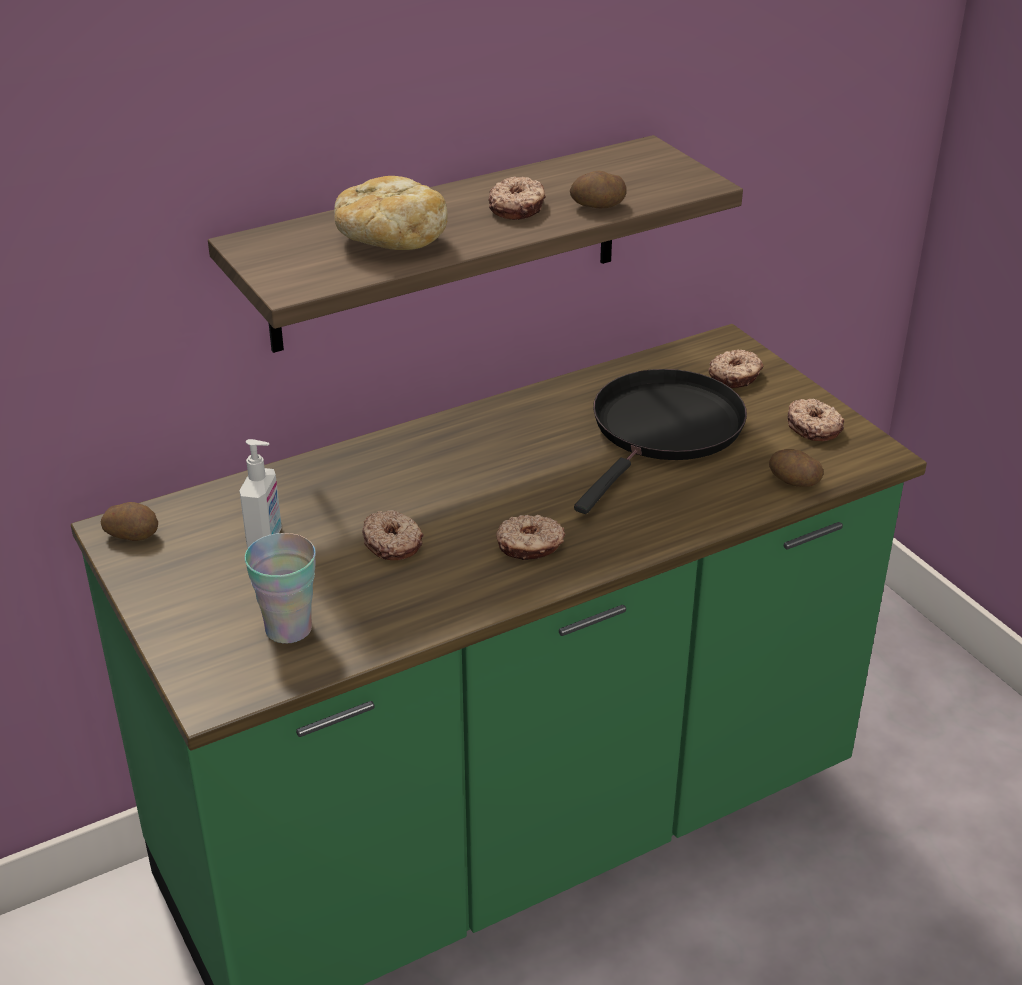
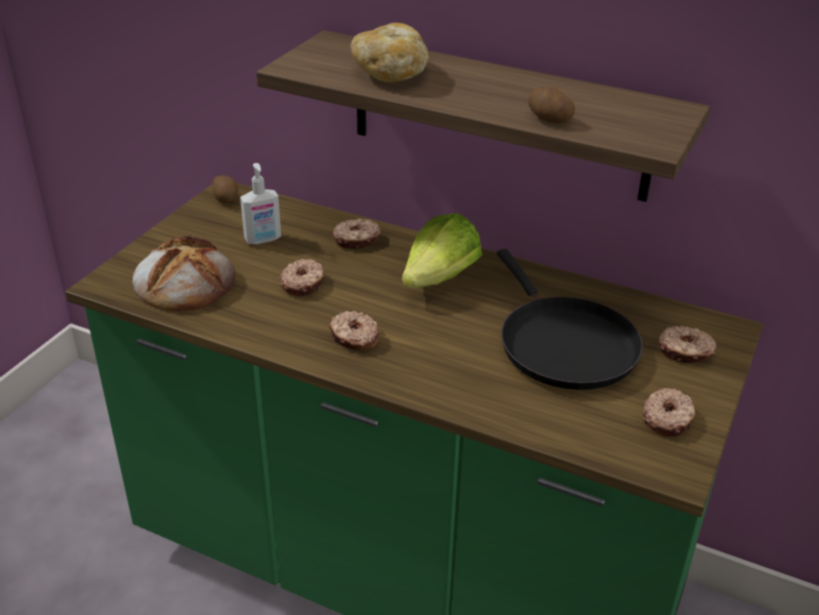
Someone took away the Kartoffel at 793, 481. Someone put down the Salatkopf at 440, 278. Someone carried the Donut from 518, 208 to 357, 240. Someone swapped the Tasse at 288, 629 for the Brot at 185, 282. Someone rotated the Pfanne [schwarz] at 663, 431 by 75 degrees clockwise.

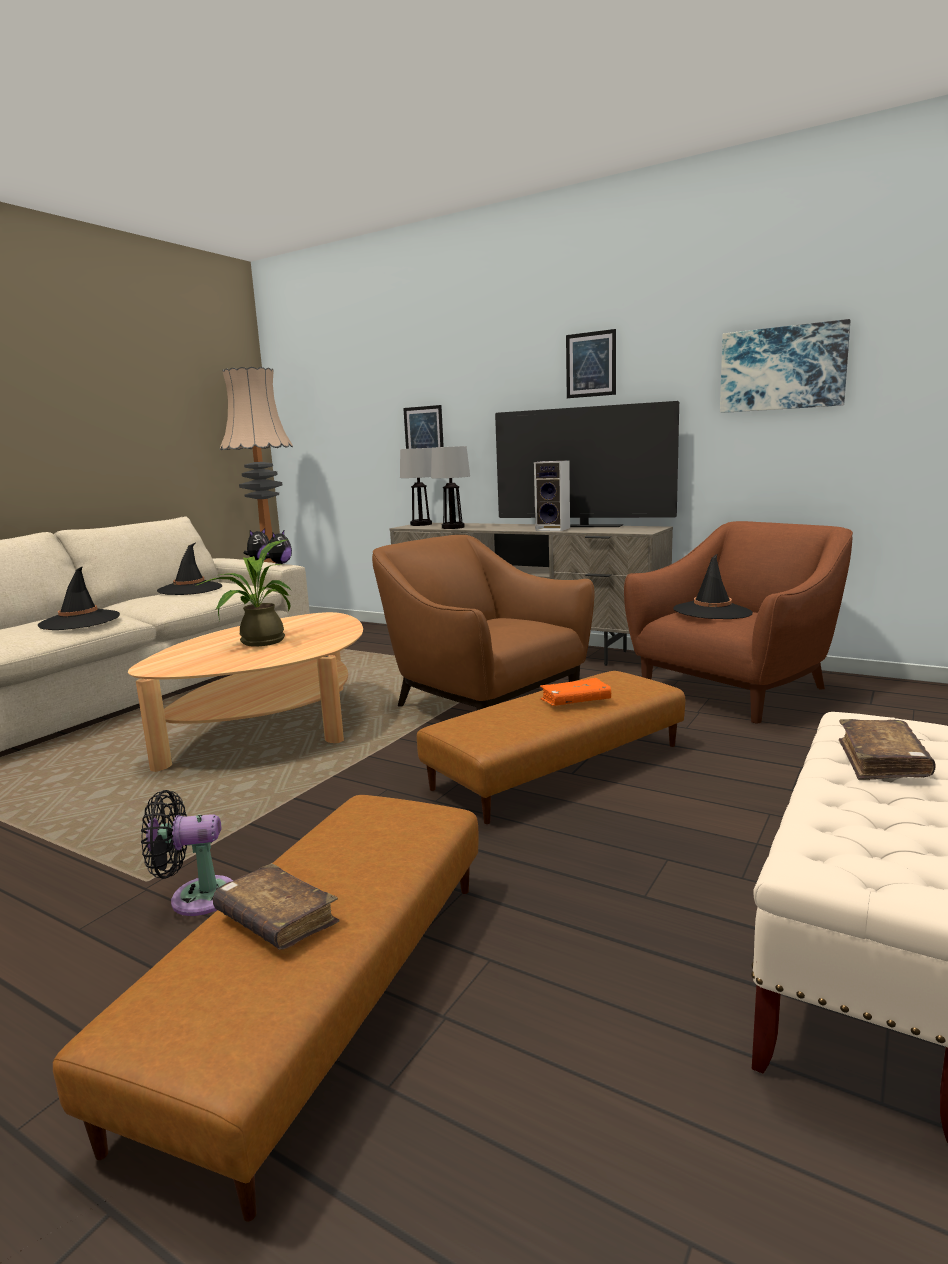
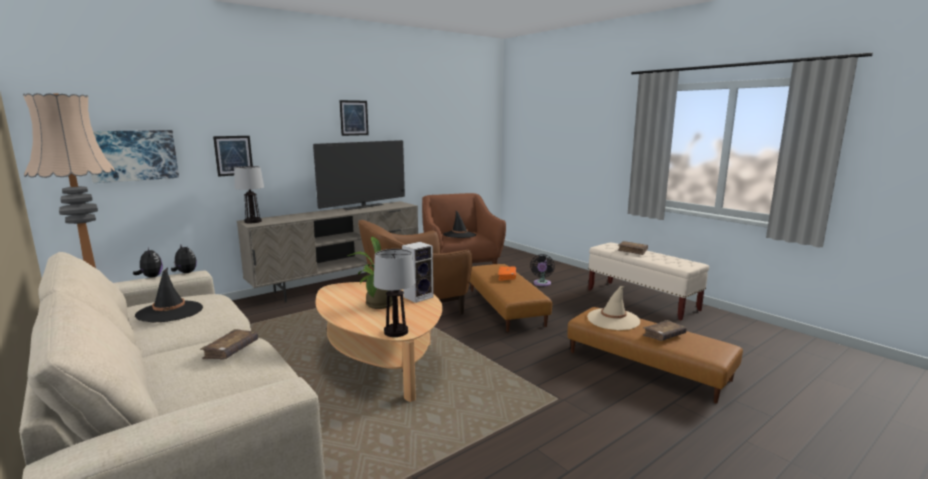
Someone put down the Hut [beige] at 613, 319. Someone carried the Ventilator [schwarz] from 196, 897 to 542, 284. Someone carried the Tischlampe from 453, 527 to 396, 332. Someone carried the Lautsprecher from 554, 529 to 419, 296. Someone carried the Bild from 782, 368 to 133, 155. Someone swapped the Hut [schwarz] at 80, 621 for the Buch [braun] at 231, 350.

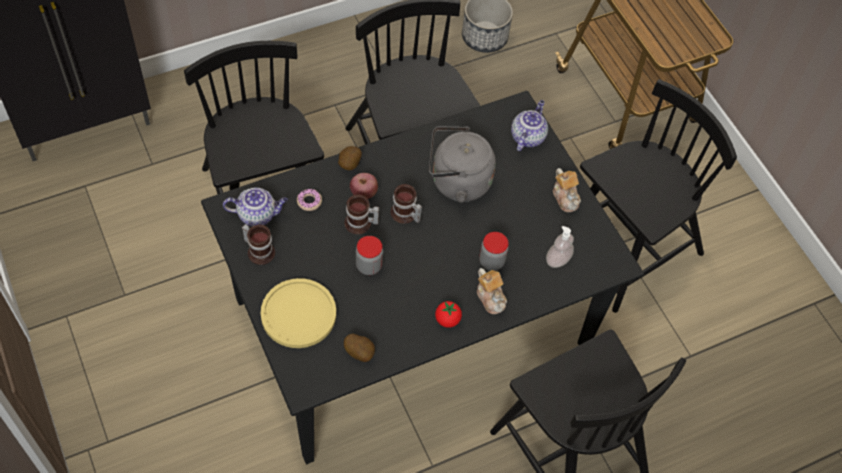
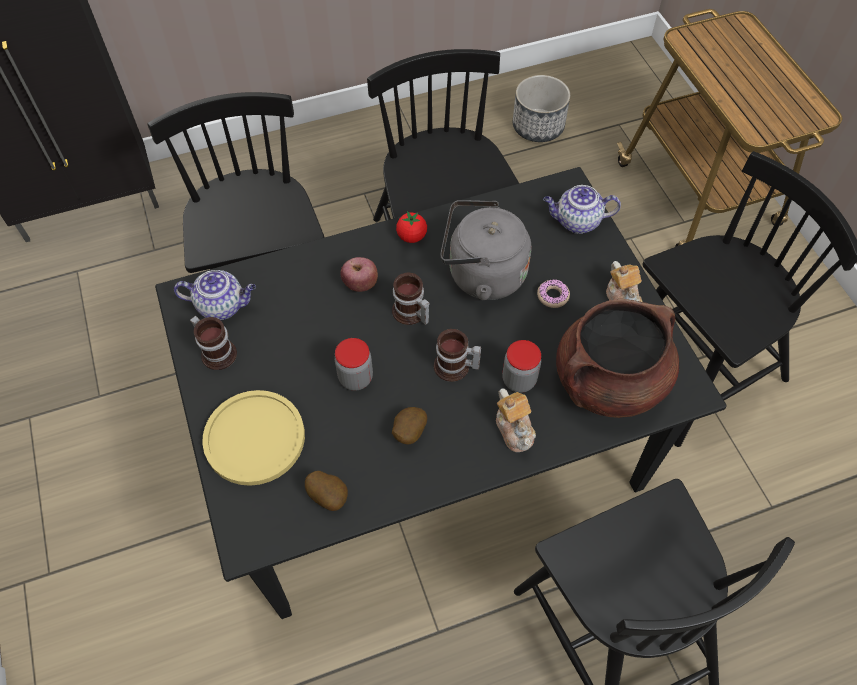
Someone carried the Donut from 309, 201 to 552, 296. Someone carried the Kartoffel from 348, 165 to 408, 432. Someone carried the Henkelbecher from 360, 224 to 455, 368. Someone carried the Tomate from 447, 319 to 411, 236. Someone swapped the Seifenspender at 558, 260 for the Kochtopf [braun] at 608, 382. Someone rotated the Teekanne at 527, 136 by 120 degrees counterclockwise.

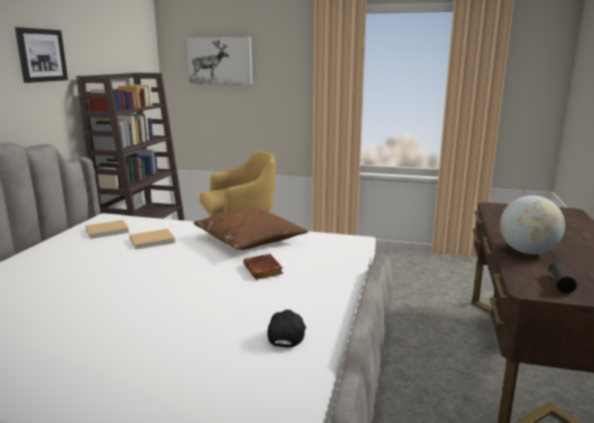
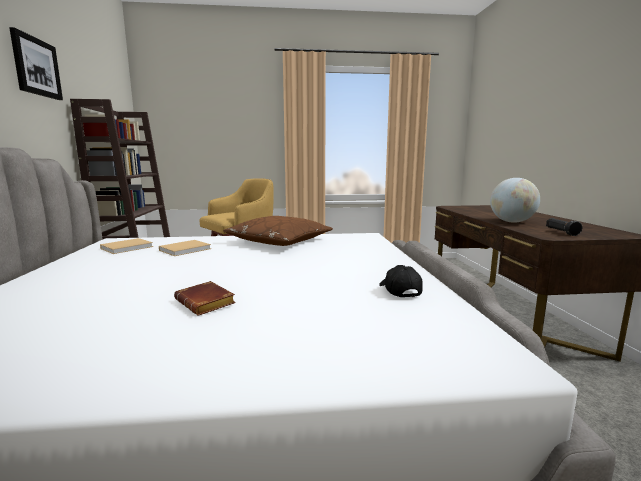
Someone took away the Bild at 220, 61. Someone carried the Buch [braun] from 264, 271 to 207, 303.

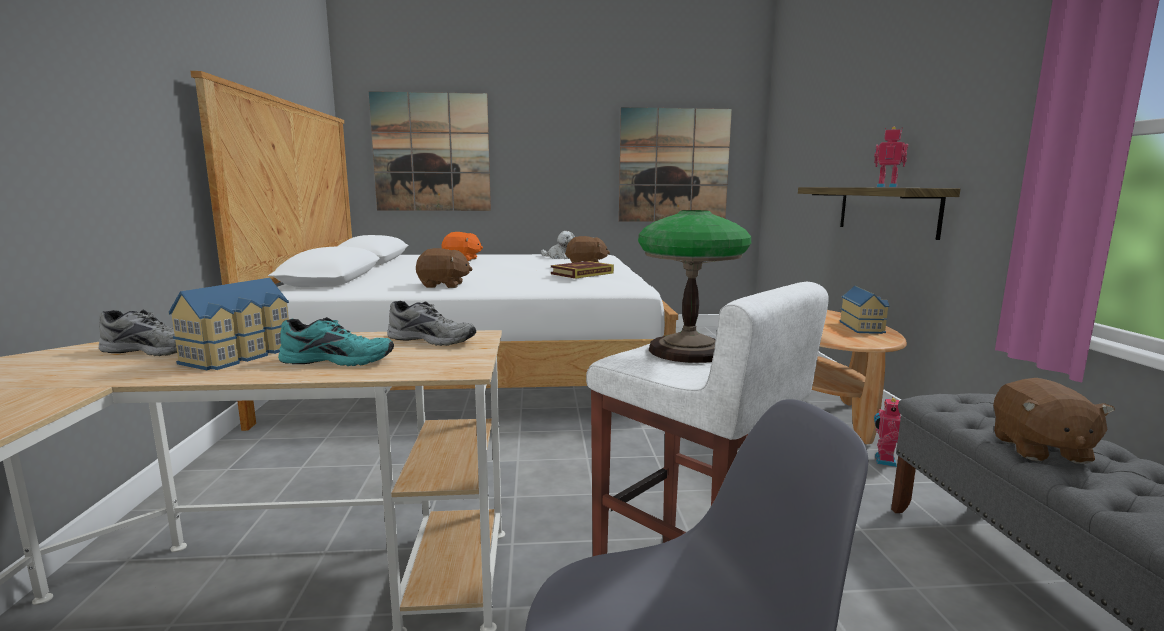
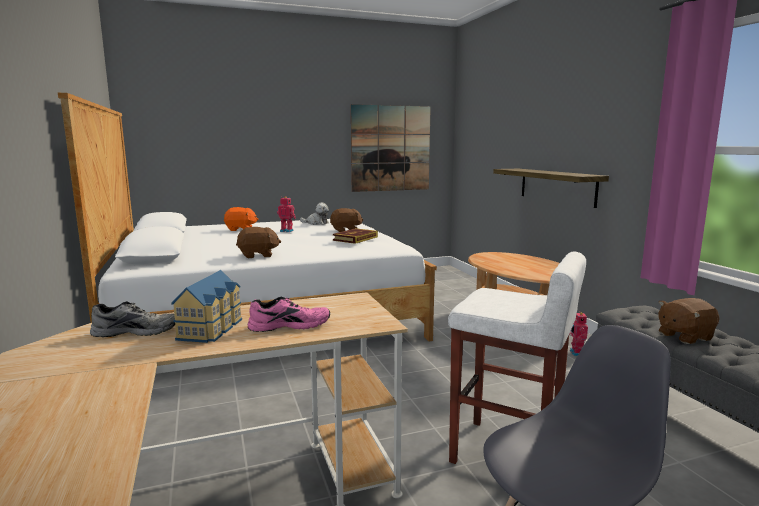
Someone took away the Bild at 431, 152. Someone took away the Schuh [grau] at 433, 339. Someone took away the Tischlampe at 689, 351. Someone took away the Spielzeughaus at 863, 327. Someone carried the Spielzeugroboter from 887, 187 to 287, 231. Someone repainted the Schuh [türkis] at 339, 359, which became the Schuh [rosa] at 289, 325. Someone rotated the Plüschtier [braun] at 1039, 449 by 75 degrees clockwise.

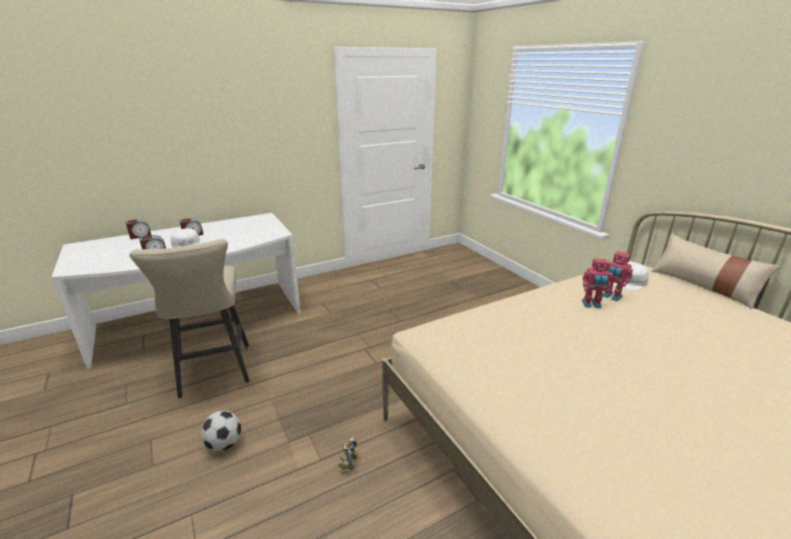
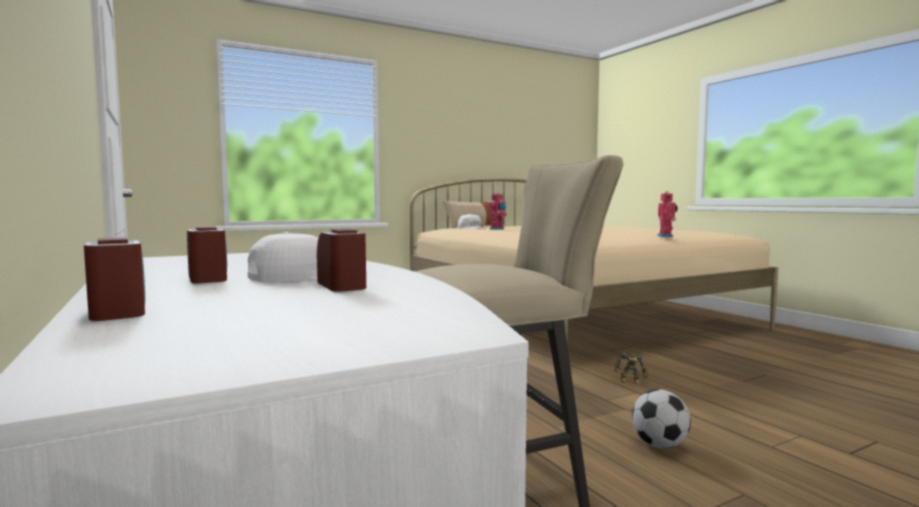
Someone carried the Spielzeugroboter from 591, 305 to 666, 236.

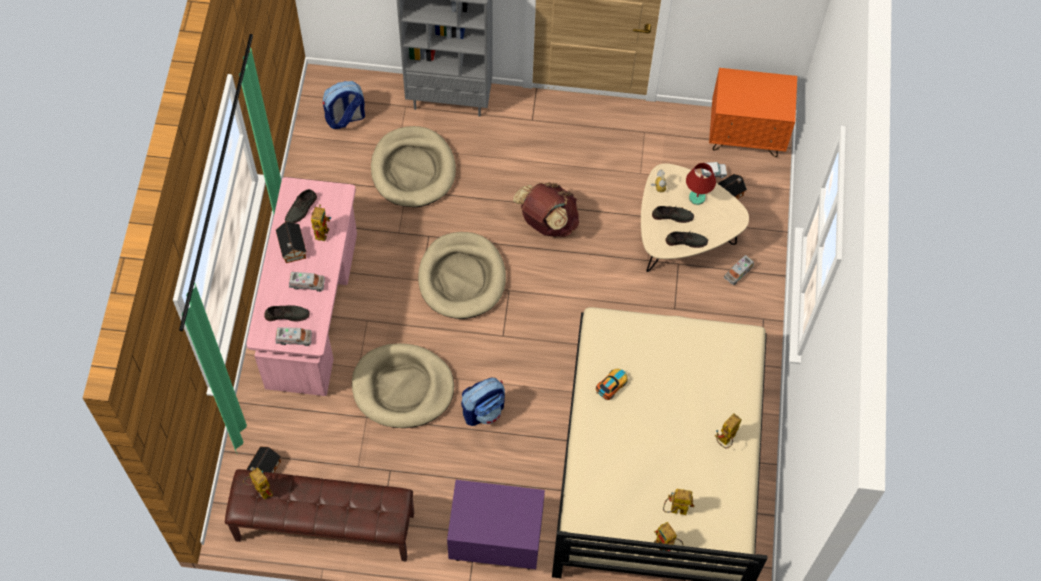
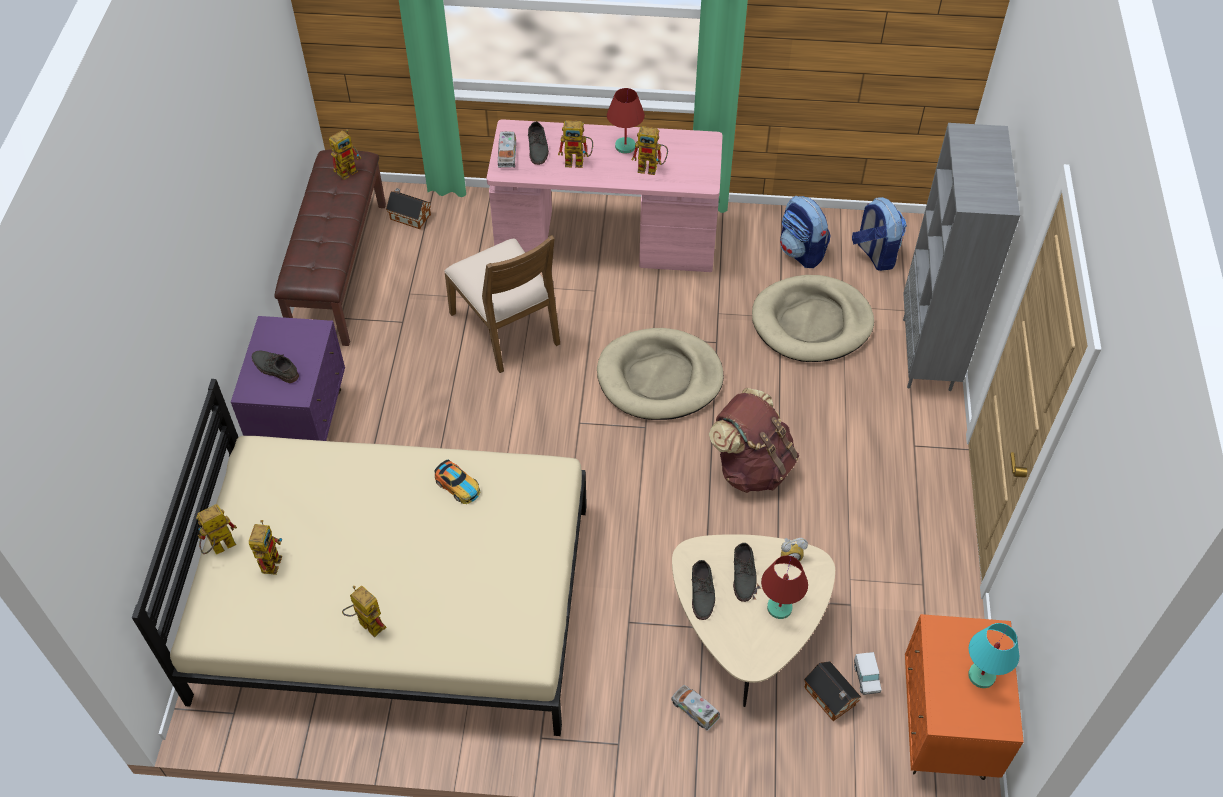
Someone put down the Tischlampe [türkis] at 982, 675. Someone carried the Schuh [grau] from 301, 209 to 275, 368. Someone carried the Rucksack from 483, 410 to 801, 252. Someone swapped the Spielzeughaus at 292, 249 for the Tischlampe [rot] at 624, 146. Someone swapped the Spielzeuglaster at 307, 284 for the Spielzeugroboter at 578, 161. Someone swapped the Hundebett [beige] at 403, 388 for the Stuhl [braun] at 507, 328.

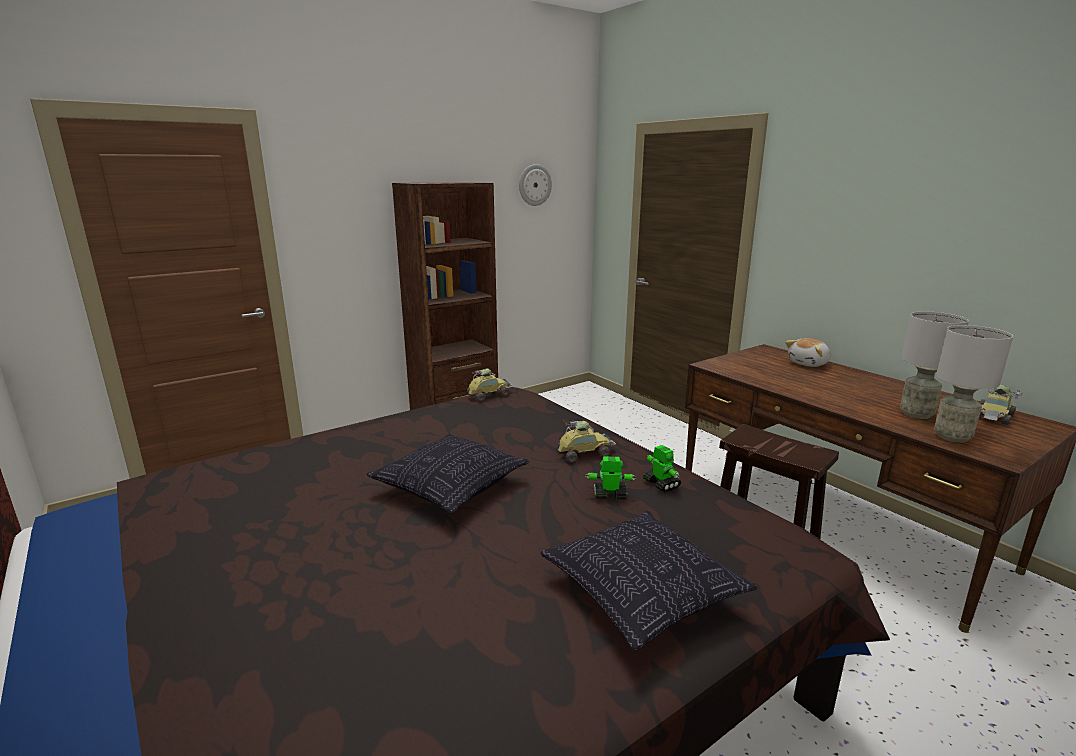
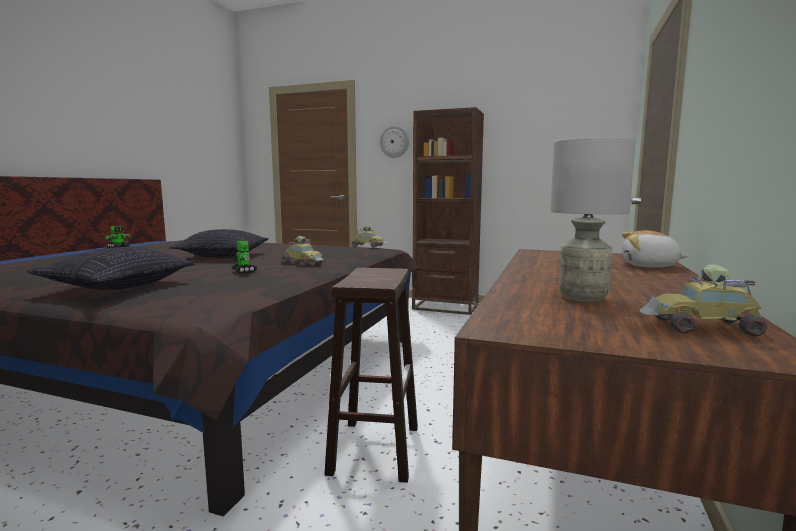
Someone took away the Tischlampe [grau] at 952, 437. Someone carried the Wanduhr from 534, 185 to 394, 141. Someone carried the Spielzeugroboter from 661, 484 to 119, 247.

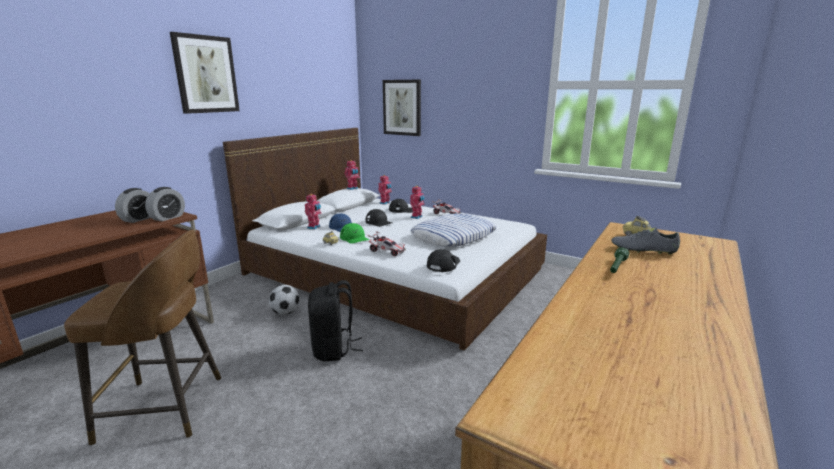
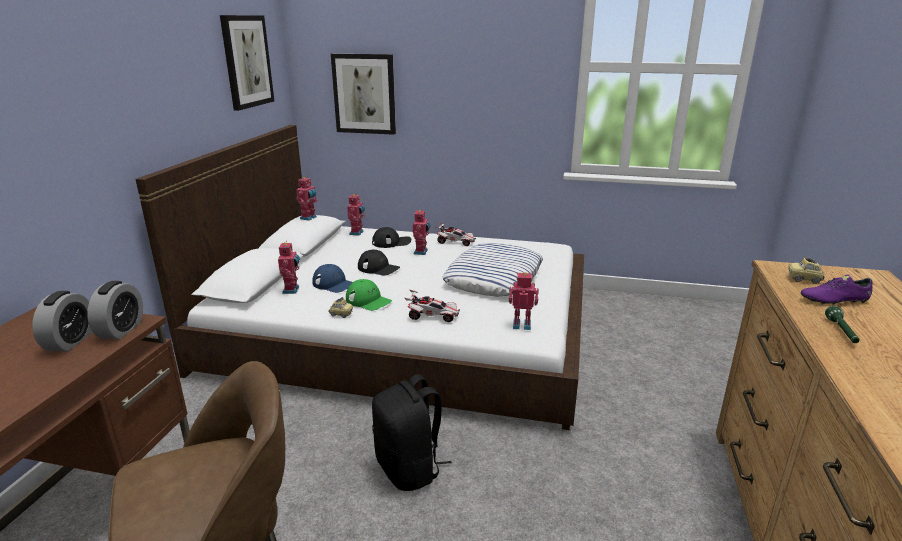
Someone took away the Fußball at 285, 312. Someone carried the Bild from 206, 74 to 247, 61. Someone swapped the Kappe [schwarz] at 443, 264 for the Spielzeugroboter at 522, 324. Someone repainted the Schuh [grau] at 643, 250, which became the Schuh [lila] at 833, 300.

